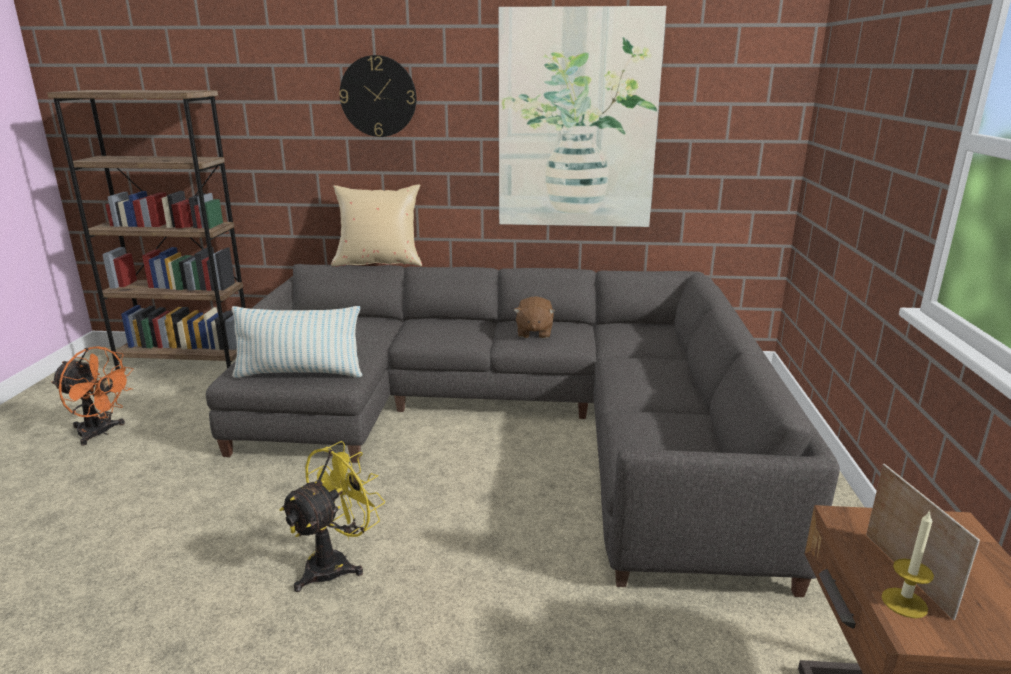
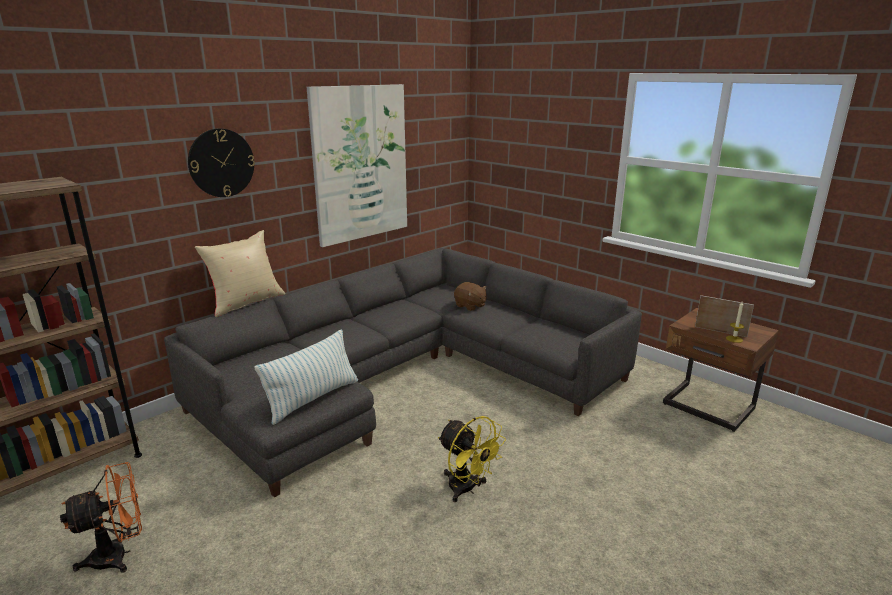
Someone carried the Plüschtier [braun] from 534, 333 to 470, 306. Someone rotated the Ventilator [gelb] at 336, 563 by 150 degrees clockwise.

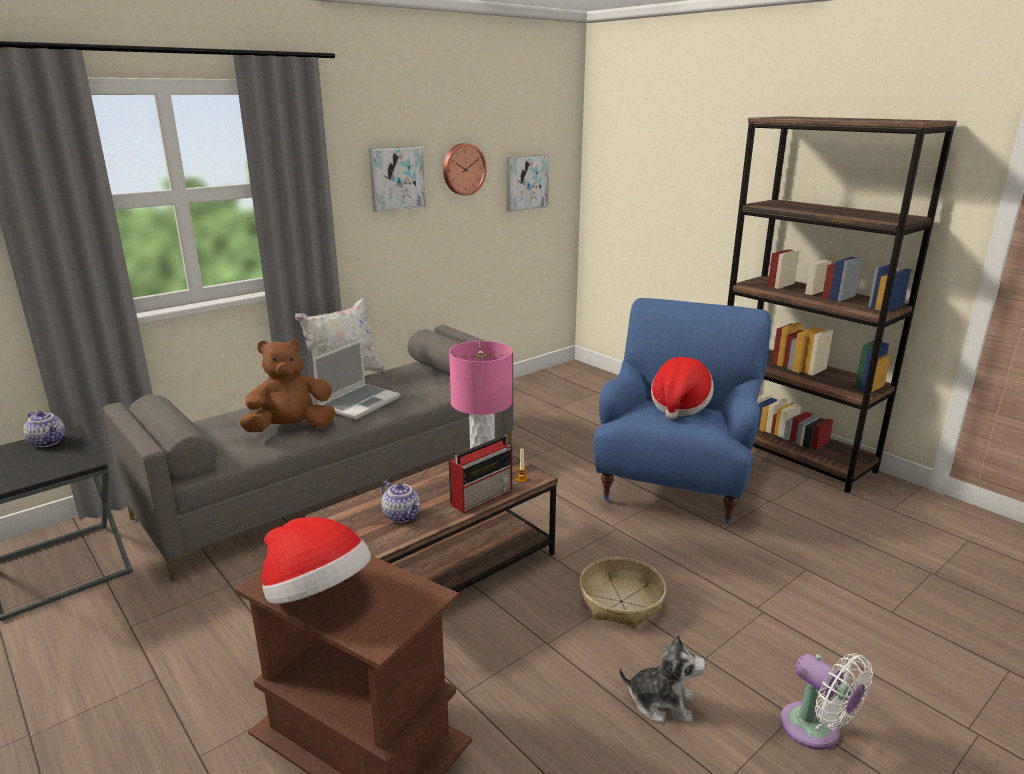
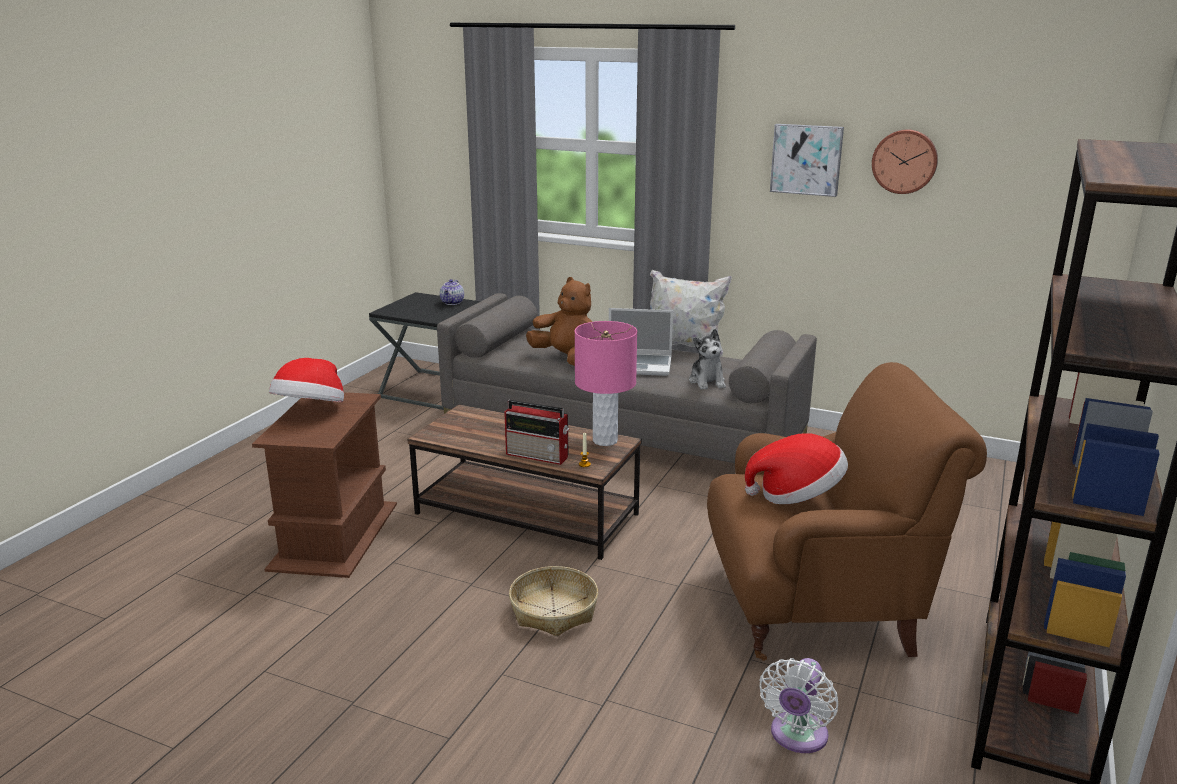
Someone took away the Teekanne at 402, 515. Someone took away the Bild at 526, 182. Someone carried the Plüschtier from 661, 702 to 707, 381. Someone carried the Ventilator [weiß] from 815, 731 to 797, 737. Someone repainted the Sessel [blau] at 675, 484, which became the Sessel [braun] at 817, 608.

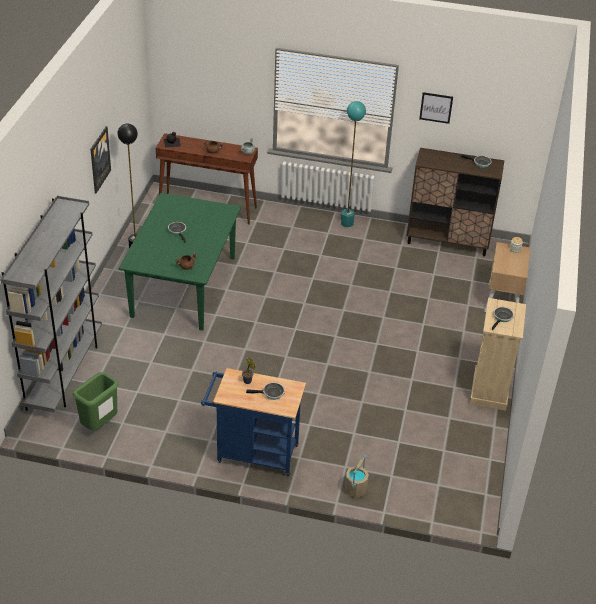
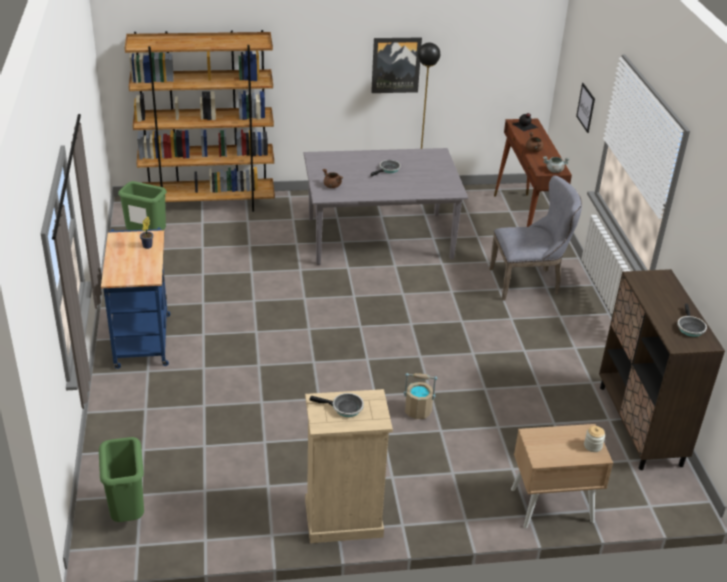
Someone took away the Pfanne at 271, 393. Someone took away the Stehlampe [türkis] at 347, 223. Someone put down the Mülleimer [grün] at 127, 513. Someone put down the Stuhl [grau] at 529, 282. Someone carried the Eimer [beige] from 355, 489 to 417, 411. Someone carried the Bild from 436, 107 to 586, 107. Someone repainted the Bücherregal [grau] at 65, 373, which became the Bücherregal [braun] at 209, 203. Someone repainted the Esstisch [grün] at 184, 287, which became the Esstisch [grau] at 379, 238.

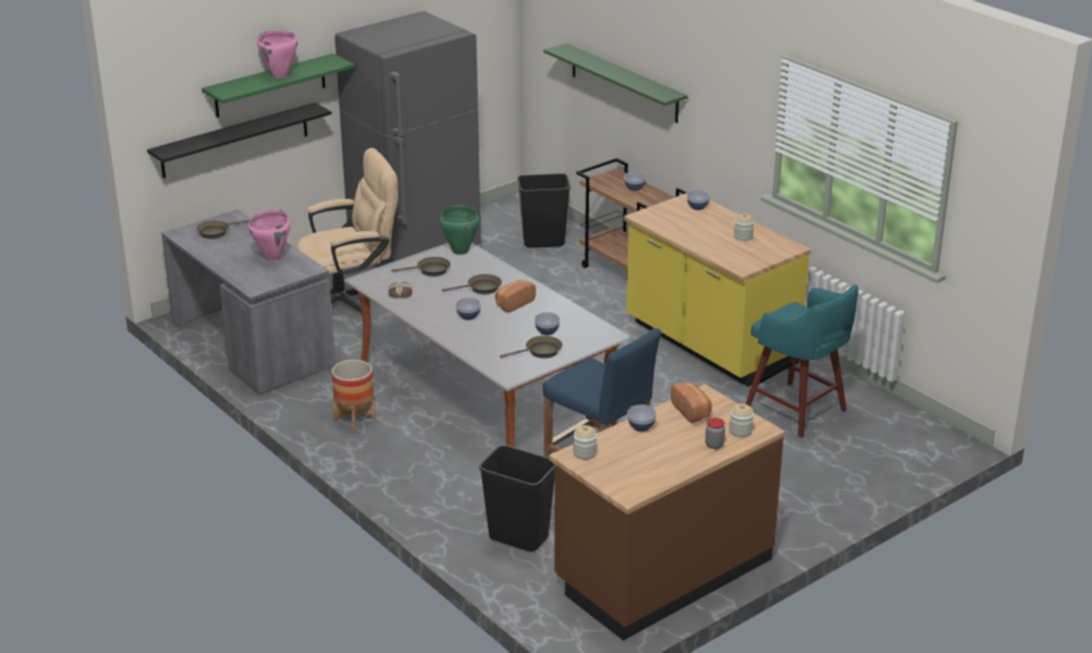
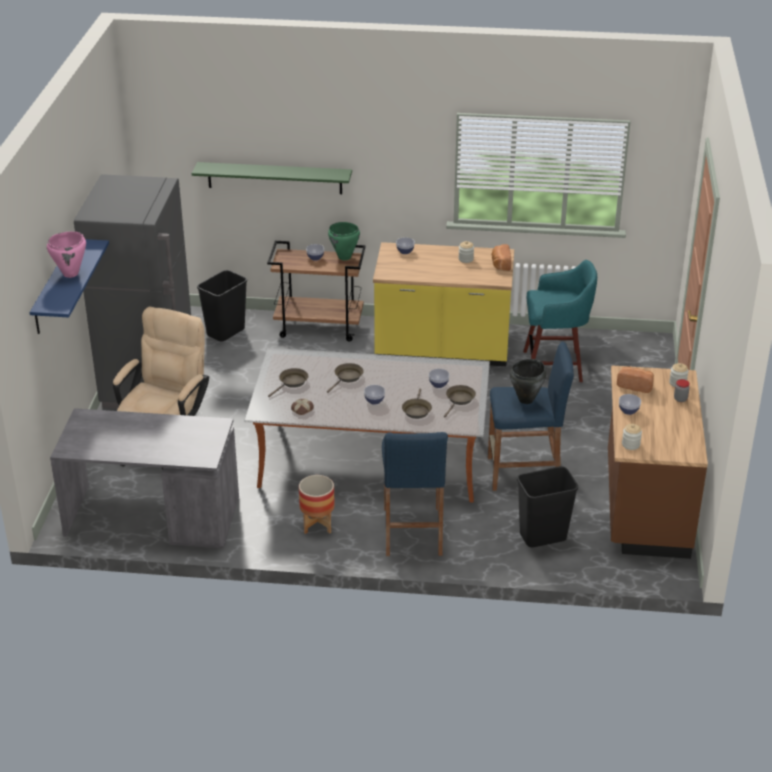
Someone took away the Wandregal [schwarz] at 235, 140. Someone took away the Kochtopf [rosa] at 273, 257. Someone put down the Hocker [blau] at 412, 531. Someone put down the Kochtopf [schwarz] at 526, 400. Someone carried the Pfanne [braun] from 216, 232 to 416, 410. Someone carried the Kochtopf [grün] from 460, 251 to 344, 257. Someone carried the Brot from 513, 303 to 500, 264. Someone repainted the Wandregal [grün] at 270, 86, which became the Wandregal [blau] at 54, 287.

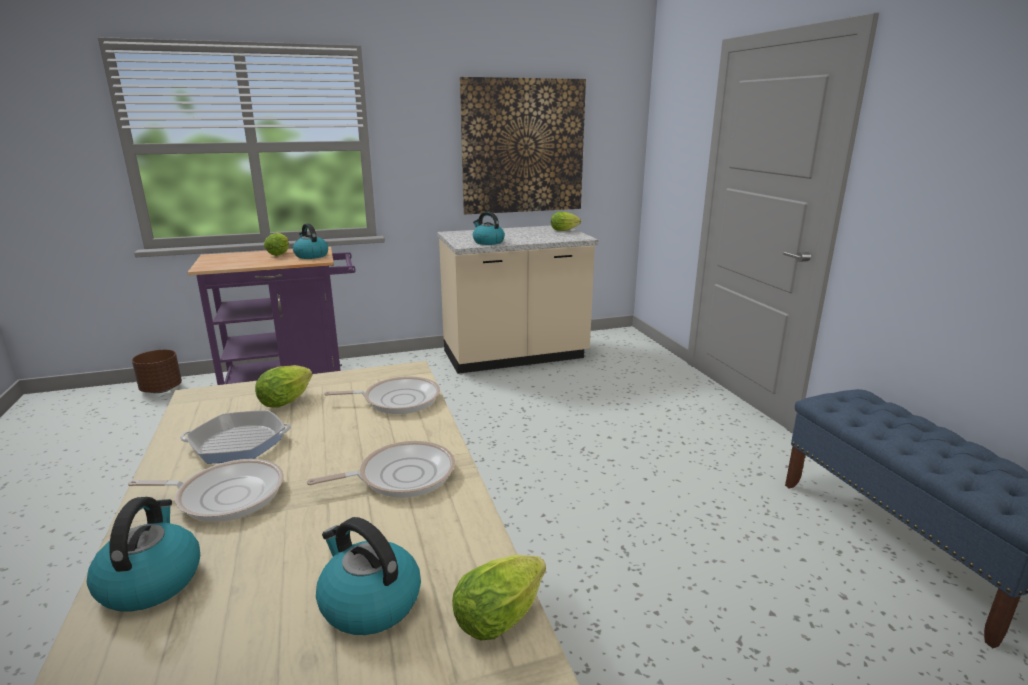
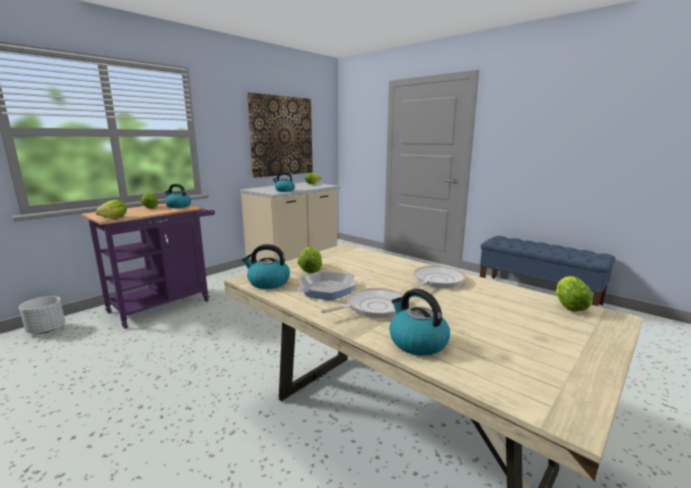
Someone took away the Pfanne at 397, 400. Someone put down the Salatkopf at 112, 218. Someone carried the Wasserkessel from 369, 602 to 268, 282. Someone repainted the Pflanzkübel [braun] at 161, 389, which became the Pflanzkübel [weiß] at 46, 330.

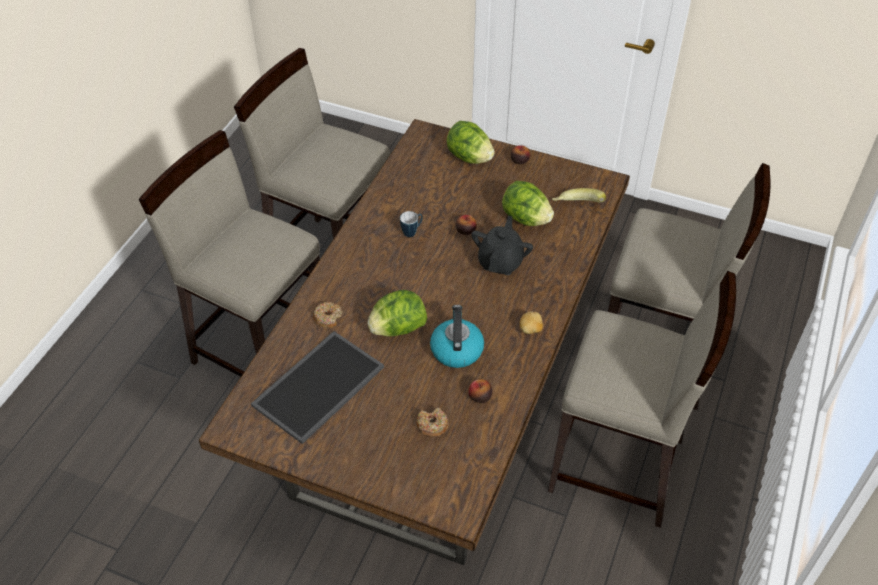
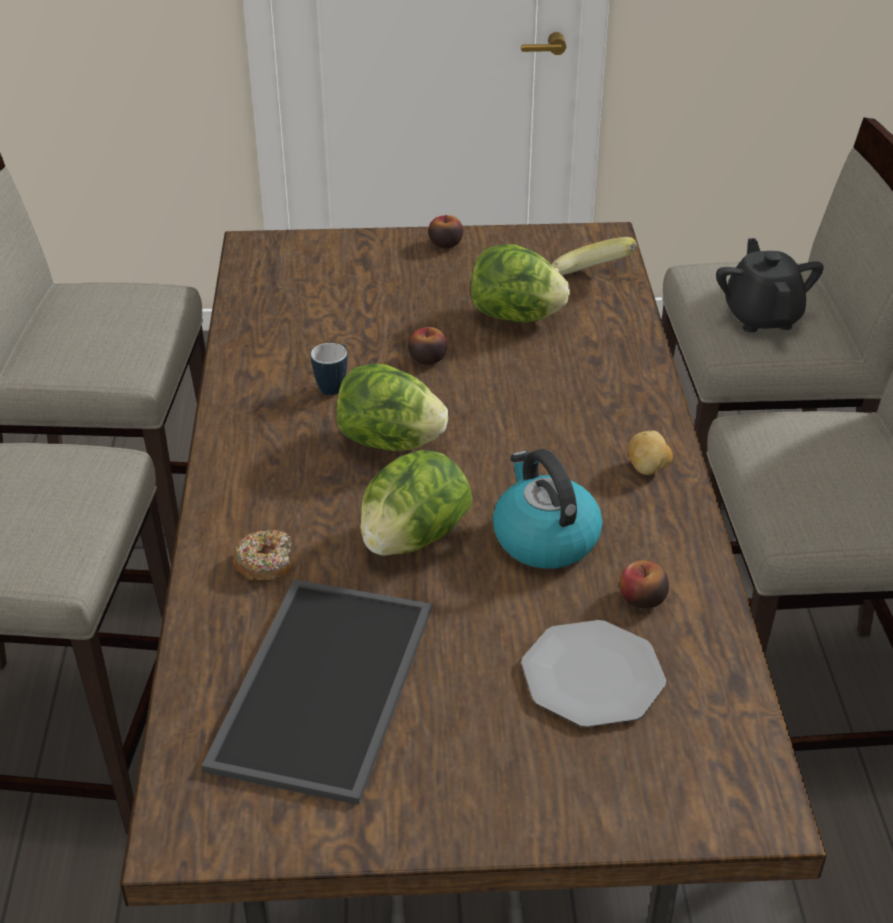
Someone carried the Salatkopf from 469, 158 to 390, 443. Someone carried the Teekanne [schwarz] from 500, 262 to 762, 317. Someone swapped the Donut at 432, 425 for the Teller at 592, 676.

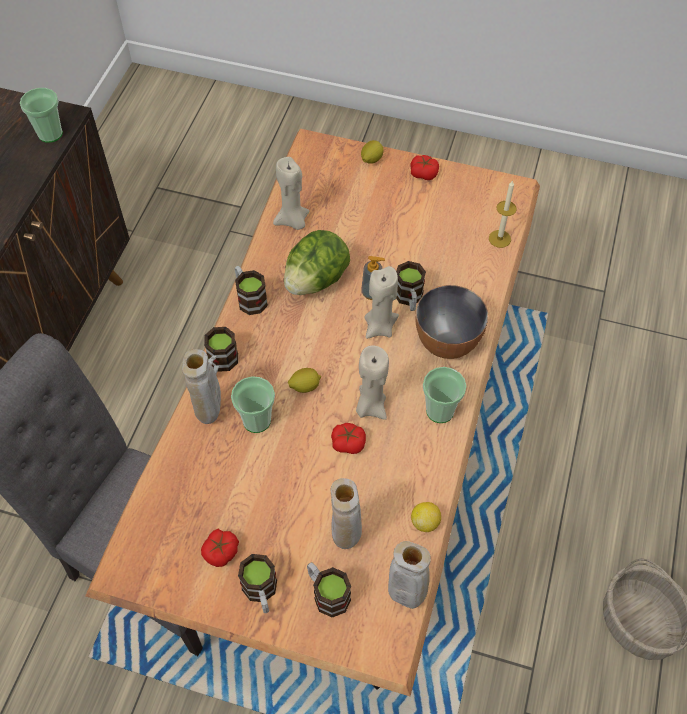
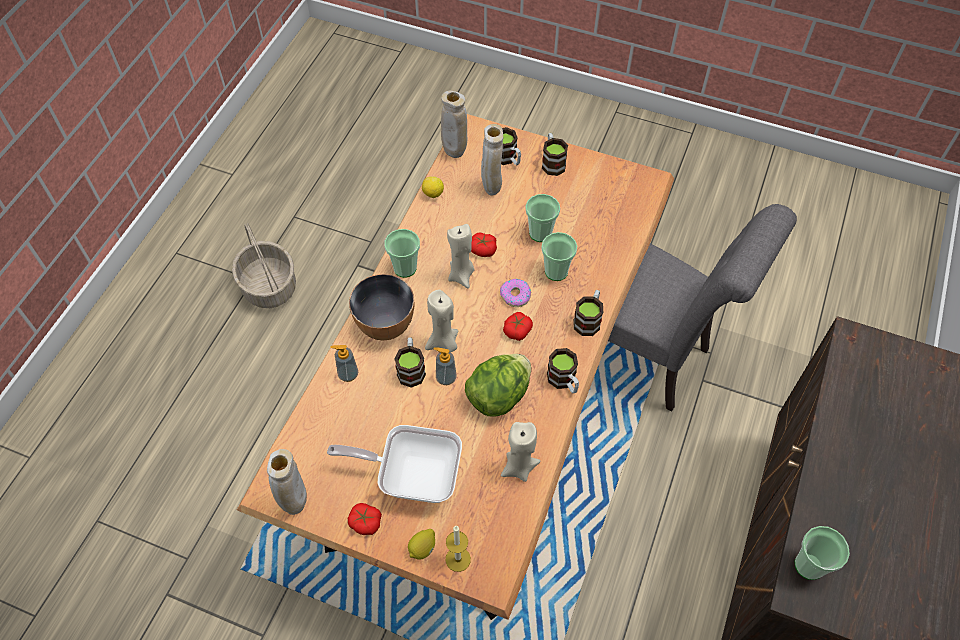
Someone put down the Pfanne at 412, 475. Someone put down the Seifenspender at 348, 374. Someone put down the Tasse at 540, 233. Someone carried the Vase [beige] from 210, 415 to 295, 503. Someone carried the Tomate from 221, 551 to 517, 330. Someone carried the Kerze from 499, 239 to 458, 559. Someone swapped the Zitrone at 305, 386 for the Donut at 515, 295.

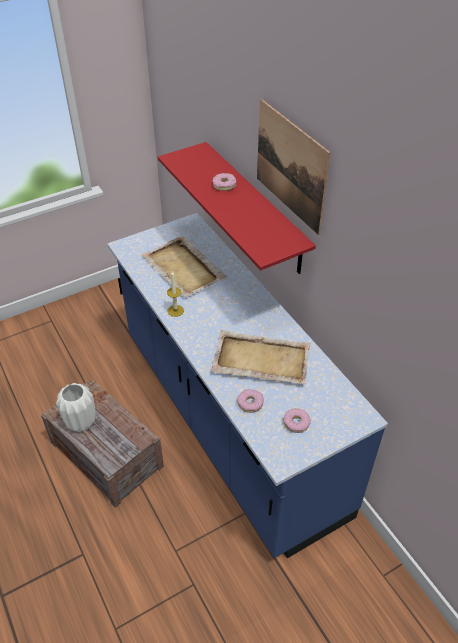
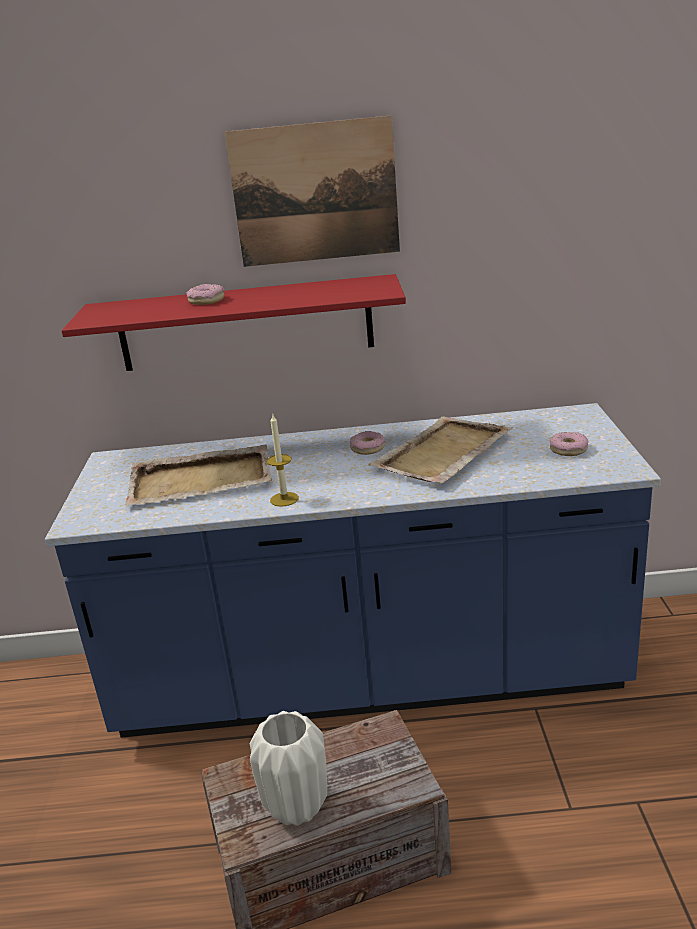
Someone carried the Donut from 250, 403 to 367, 448.

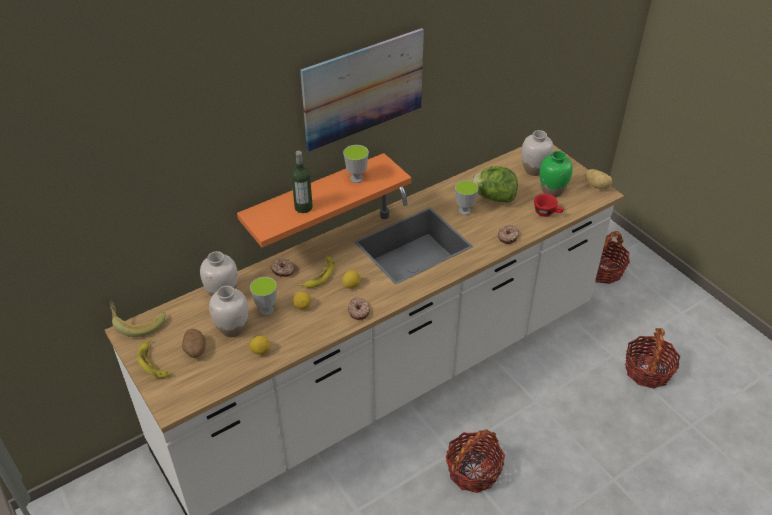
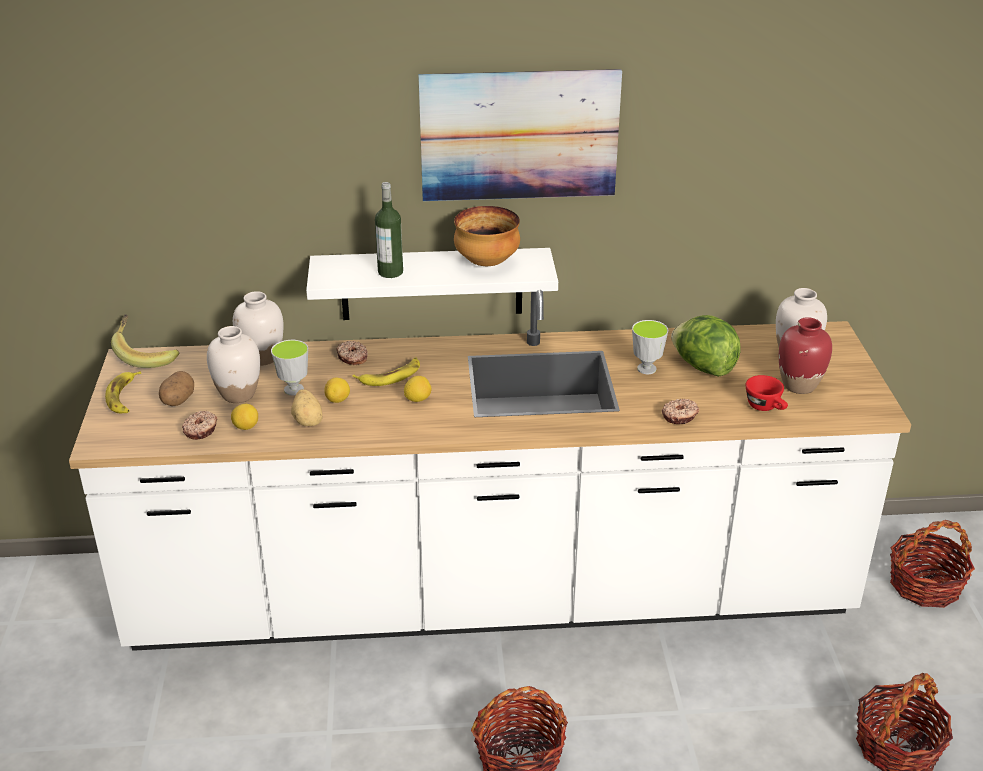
Someone carried the Donut from 359, 311 to 201, 430. Someone carried the Kartoffel from 597, 186 to 308, 420. Someone swapped the Tasse at 356, 178 for the Schüssel at 486, 263. Someone repainted the Wandregal [orange] at 314, 201, which became the Wandregal [weiß] at 431, 284. Someone repainted the Vase [grün] at 552, 191, which became the Vase [rot] at 799, 385.

